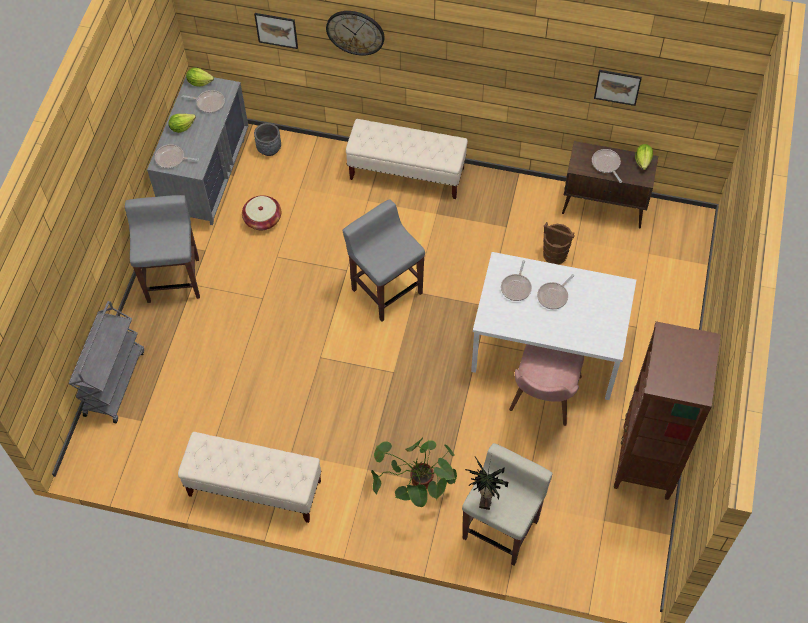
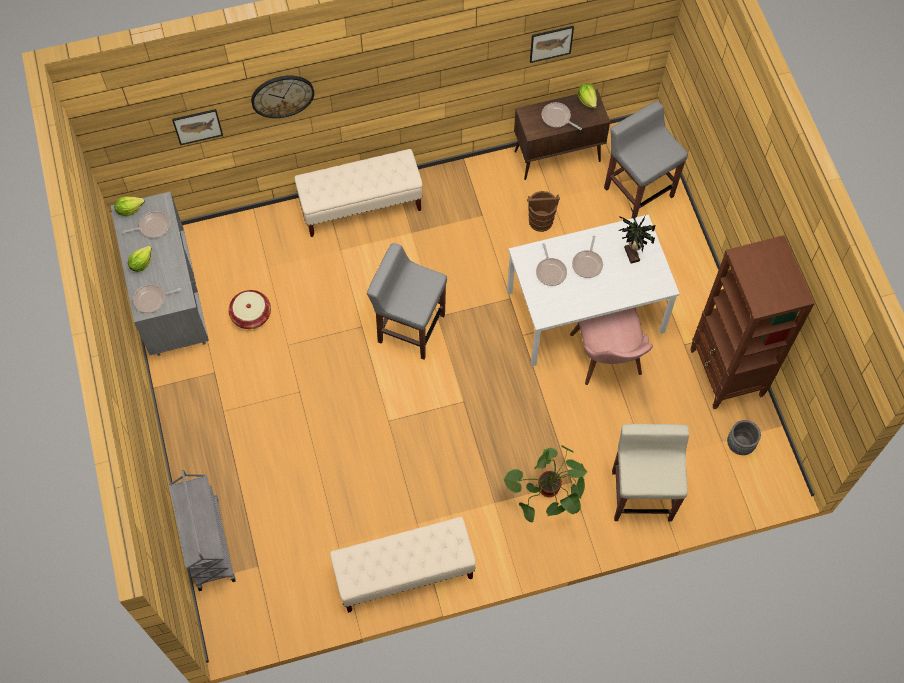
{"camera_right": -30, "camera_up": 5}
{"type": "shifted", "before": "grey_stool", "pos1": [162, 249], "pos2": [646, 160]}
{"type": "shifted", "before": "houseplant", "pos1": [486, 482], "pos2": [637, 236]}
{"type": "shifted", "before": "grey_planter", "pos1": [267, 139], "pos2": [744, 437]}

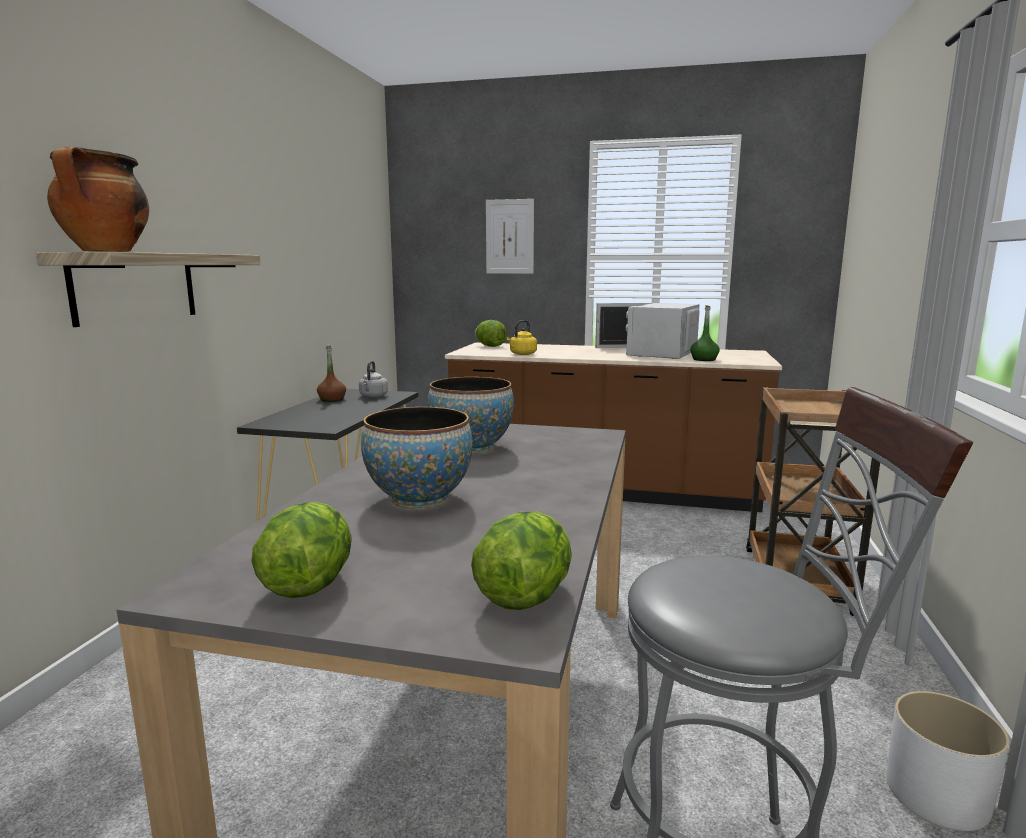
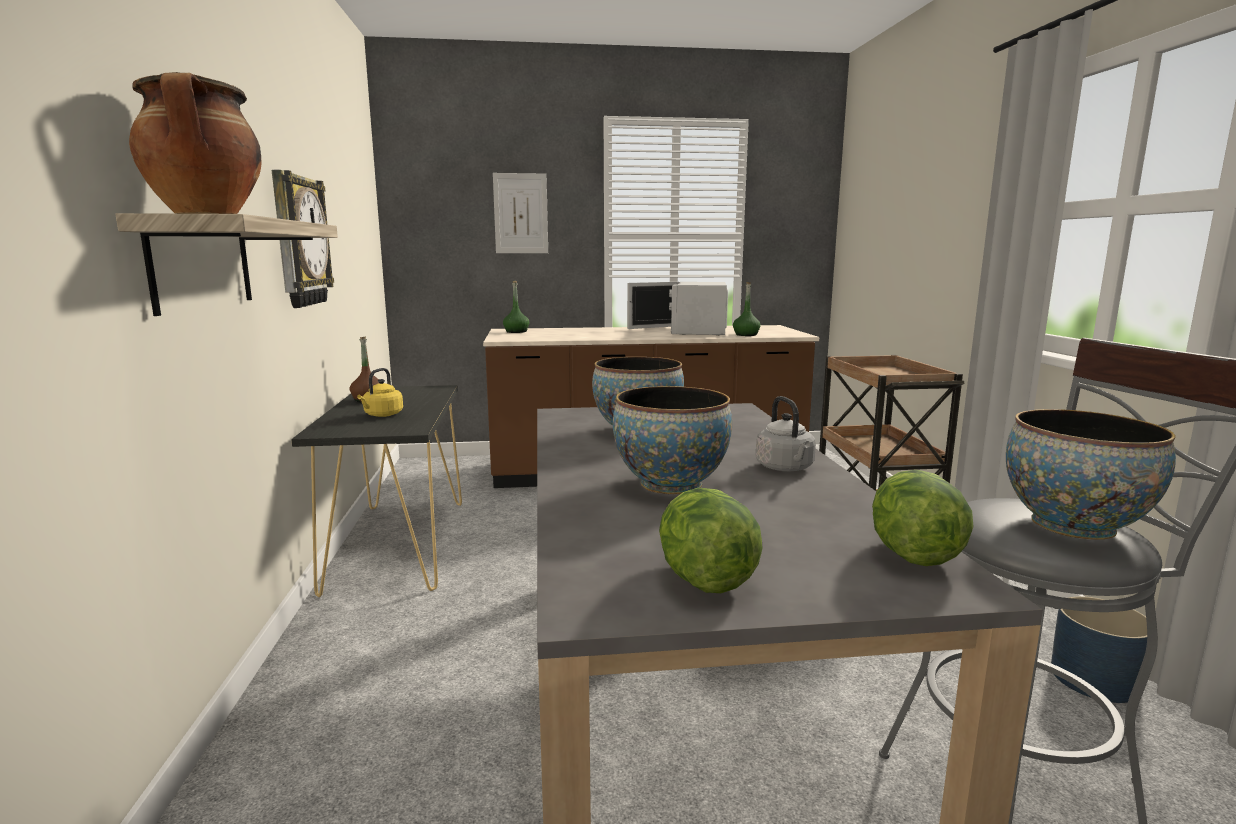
{"camera_right": -20, "camera_up": 0}
{"type": "new", "after": "wall_clock", "pos2": [303, 239]}
{"type": "shifted", "before": "yellowish_tea_kettle", "pos1": [522, 337], "pos2": [380, 392]}
{"type": "swapped", "before": "lettuce", "after": "greenish_bottle", "pos1": [491, 333], "pos2": [516, 307]}
{"type": "shifted", "before": "grey_tea_kettle", "pos1": [373, 379], "pos2": [786, 434]}
{"type": "new", "after": "deep_dish", "pos2": [1091, 474]}
{"type": "repainted", "before": "whitish_planter", "after": "bluish_planter", "pos1": [948, 761], "pos2": [1099, 649]}

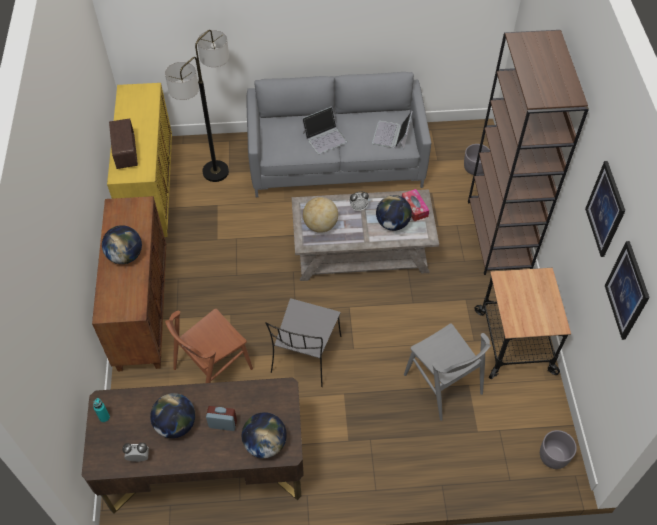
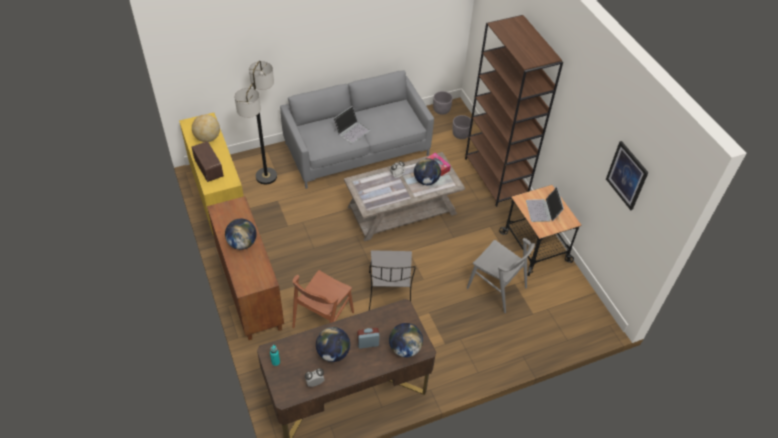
{"camera_right": -20, "camera_up": -5}
{"type": "shifted", "before": "desk_globe", "pos1": [320, 215], "pos2": [206, 128]}
{"type": "shifted", "before": "grey_planter", "pos1": [558, 449], "pos2": [443, 103]}
{"type": "shifted", "before": "portable_computer", "pos1": [392, 130], "pos2": [545, 204]}
{"type": "gone", "before": "wall_art", "pos1": [605, 209]}

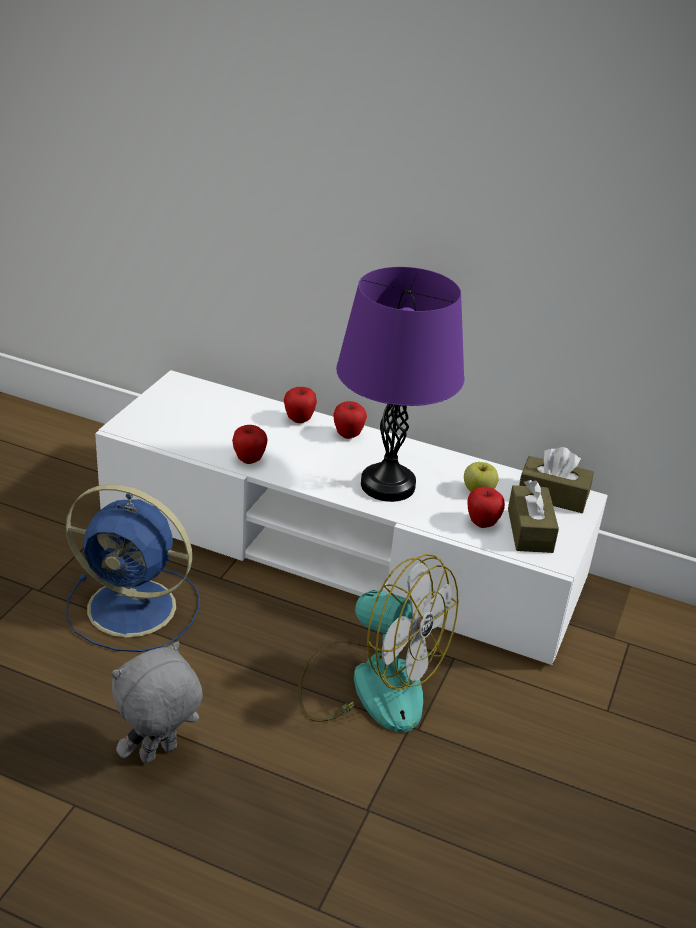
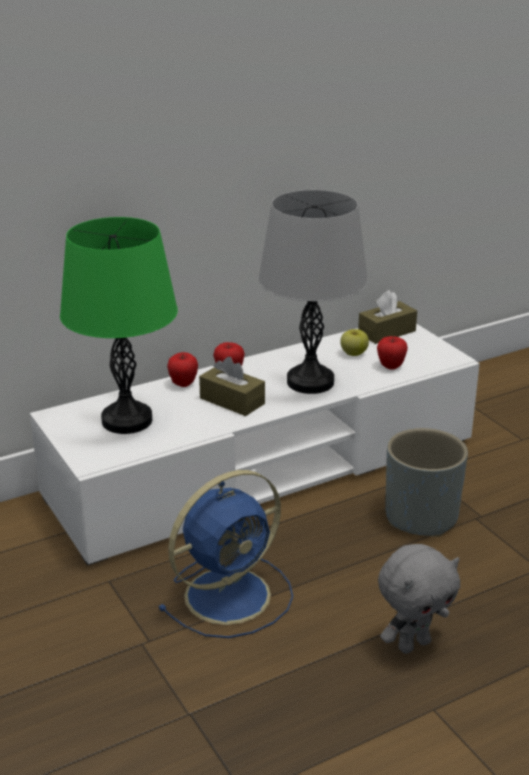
{"camera_right": -50, "camera_up": -5}
{"type": "new", "after": "greenish_tabletop_lamp", "pos2": [119, 325]}
{"type": "shifted", "before": "brown_tissue_holder", "pos1": [533, 516], "pos2": [232, 386]}
{"type": "repainted", "before": "purplish_tabletop_lamp", "after": "grey_tabletop_lamp", "pos1": [400, 384], "pos2": [313, 292]}
{"type": "rotated", "before": "grey_cuddly_toy", "pos1": [157, 702], "pos2": [419, 599], "turn": -120}
{"type": "swapped", "before": "electric_fan", "after": "grey_planter", "pos1": [378, 643], "pos2": [426, 482]}
{"type": "gone", "before": "apple", "pos1": [250, 444]}

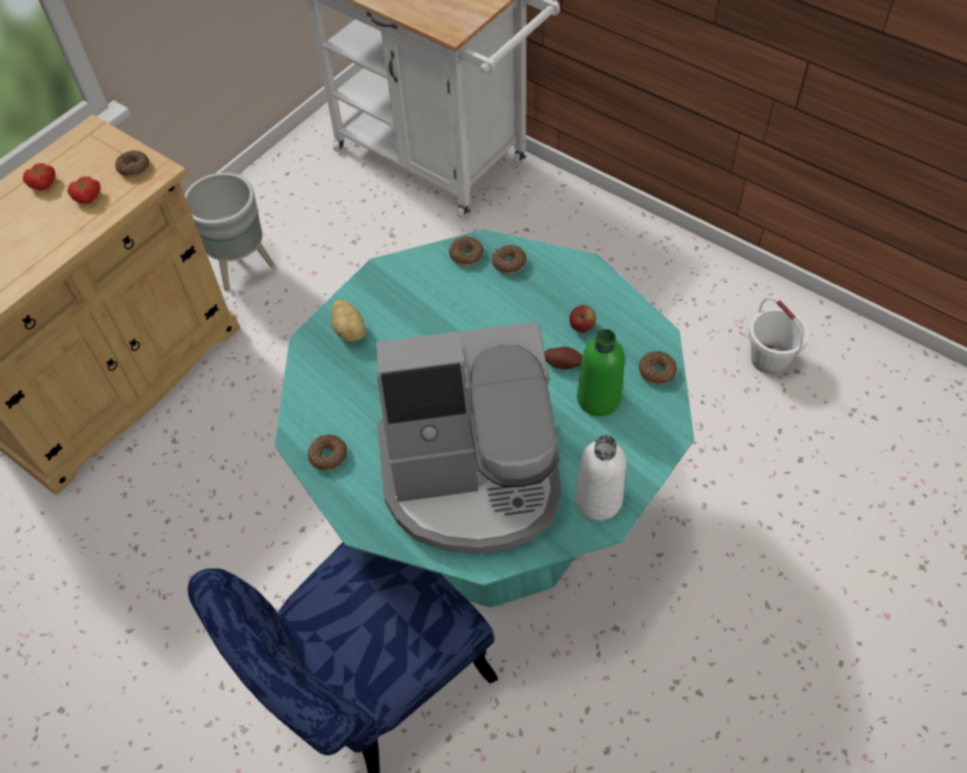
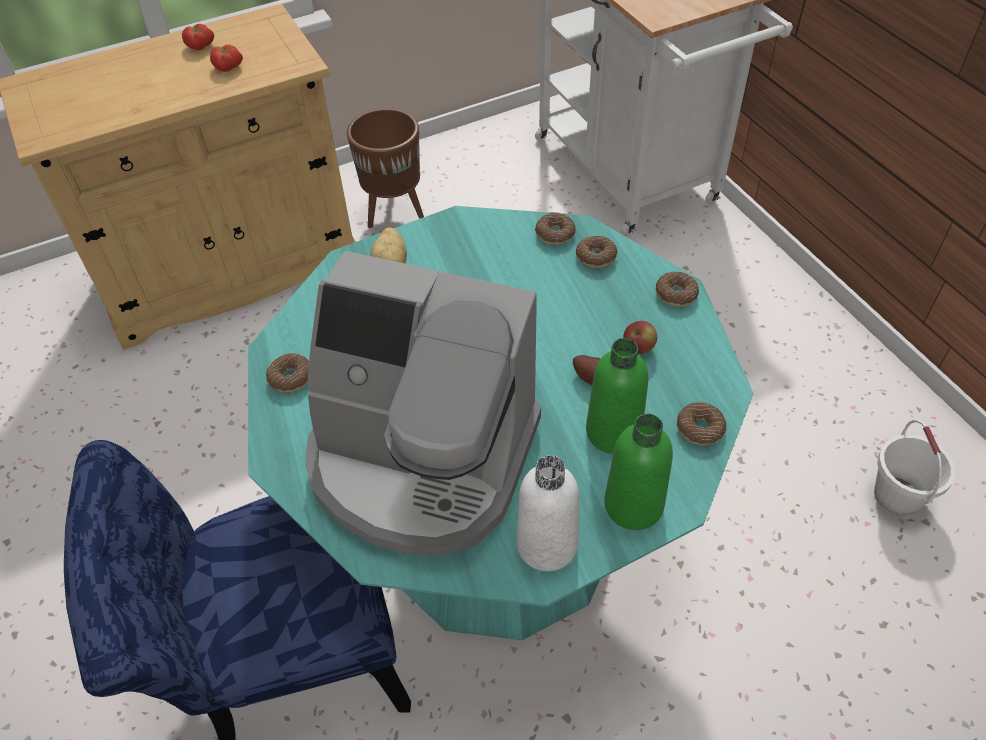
{"camera_right": 25, "camera_up": -5}
{"type": "repainted", "before": "grey_planter", "after": "brown_planter", "pos1": [229, 232], "pos2": [385, 168]}
{"type": "new", "after": "greenish_bottle", "pos2": [638, 472]}
{"type": "shifted", "before": "ring_doughnut", "pos1": [132, 164], "pos2": [677, 289]}

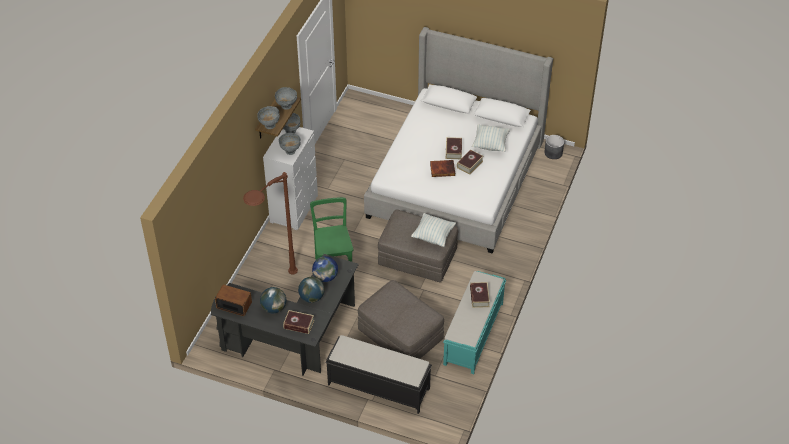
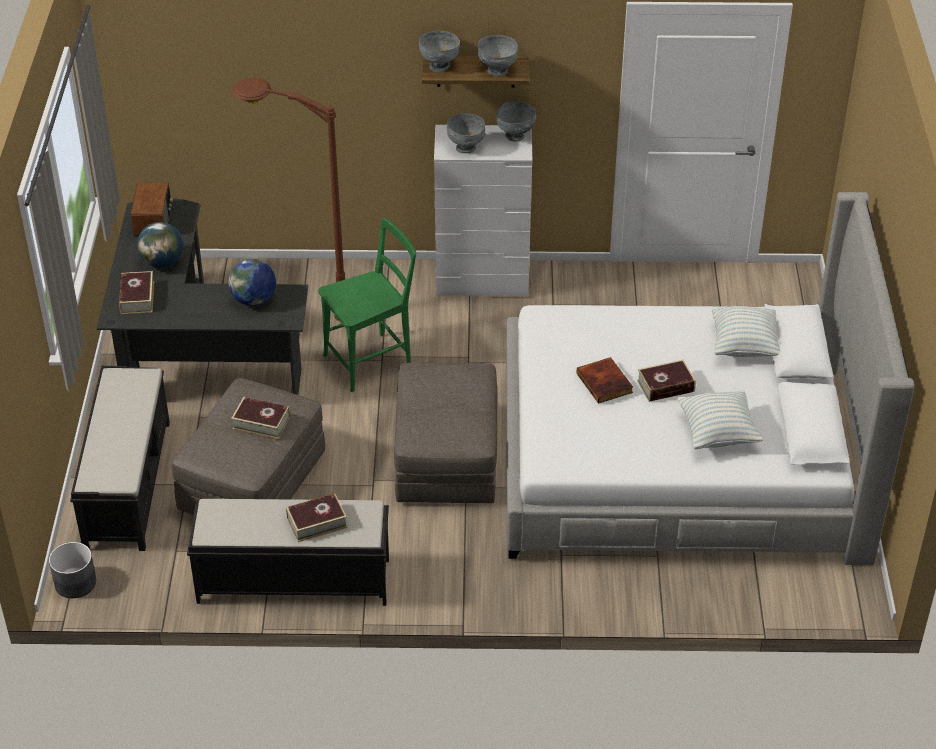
{"camera_right": 70, "camera_up": -5}
{"type": "shifted", "before": "grey_planter", "pos1": [554, 147], "pos2": [72, 570]}
{"type": "repainted", "before": "turquoise_bench", "after": "black-coloured_bench", "pos1": [474, 322], "pos2": [288, 552]}
{"type": "shifted", "before": "bound_book", "pos1": [470, 162], "pos2": [260, 418]}
{"type": "shifted", "before": "pillow", "pos1": [433, 230], "pos2": [745, 331]}
{"type": "gone", "before": "desk_globe", "pos1": [311, 290]}

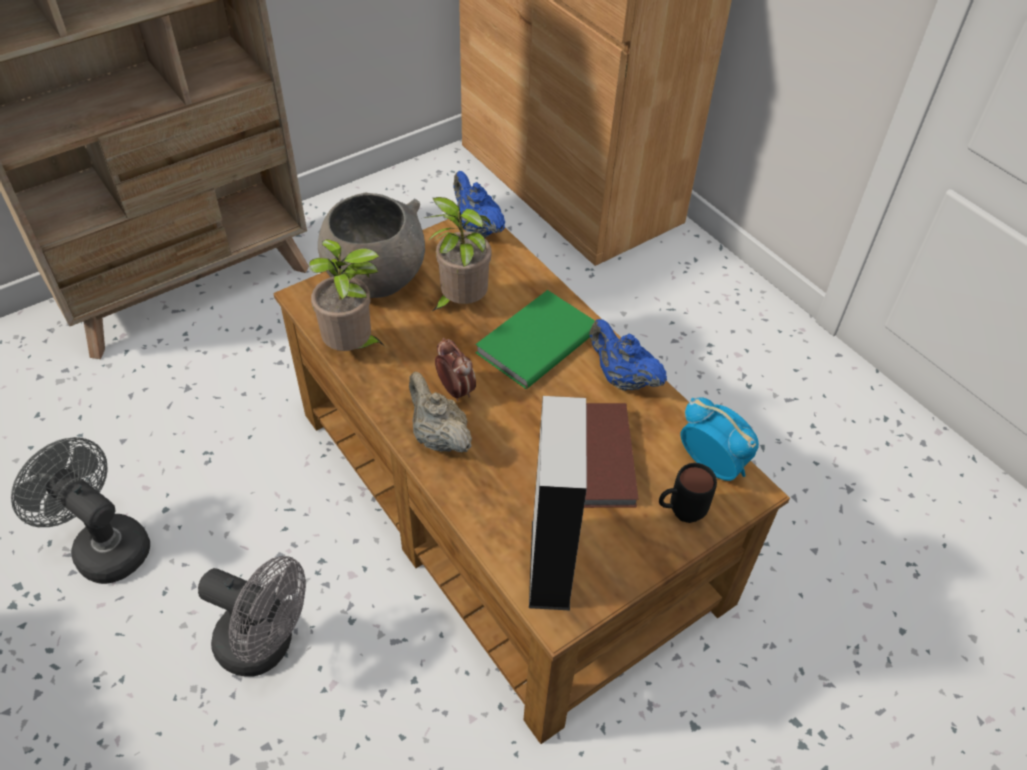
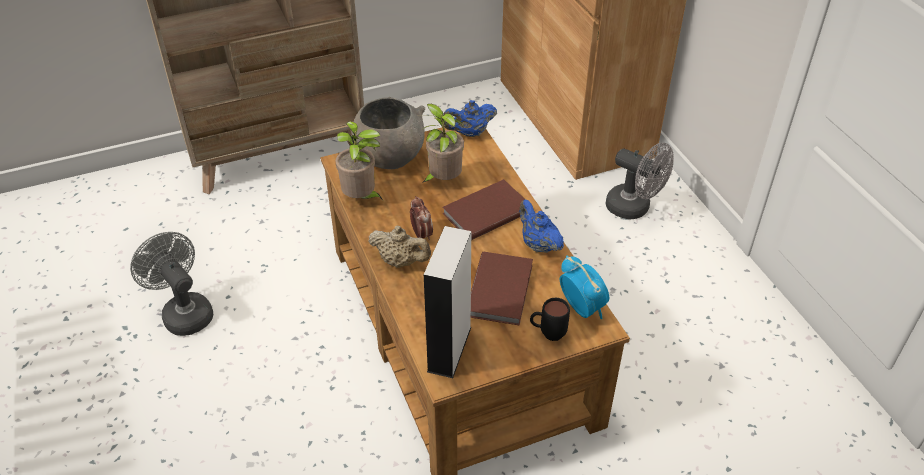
{"camera_right": 15, "camera_up": -5}
{"type": "rotated", "before": "sand-coloured_pot_for_tea", "pos1": [440, 412], "pos2": [399, 247], "turn": 135}
{"type": "repainted", "before": "greenish_bound_book", "after": "brown_bound_book", "pos1": [535, 339], "pos2": [484, 209]}
{"type": "rotated", "before": "bluish_pot_for_tea", "pos1": [479, 204], "pos2": [470, 118], "turn": -90}
{"type": "shifted", "before": "grey_electric_fan", "pos1": [252, 616], "pos2": [640, 181]}

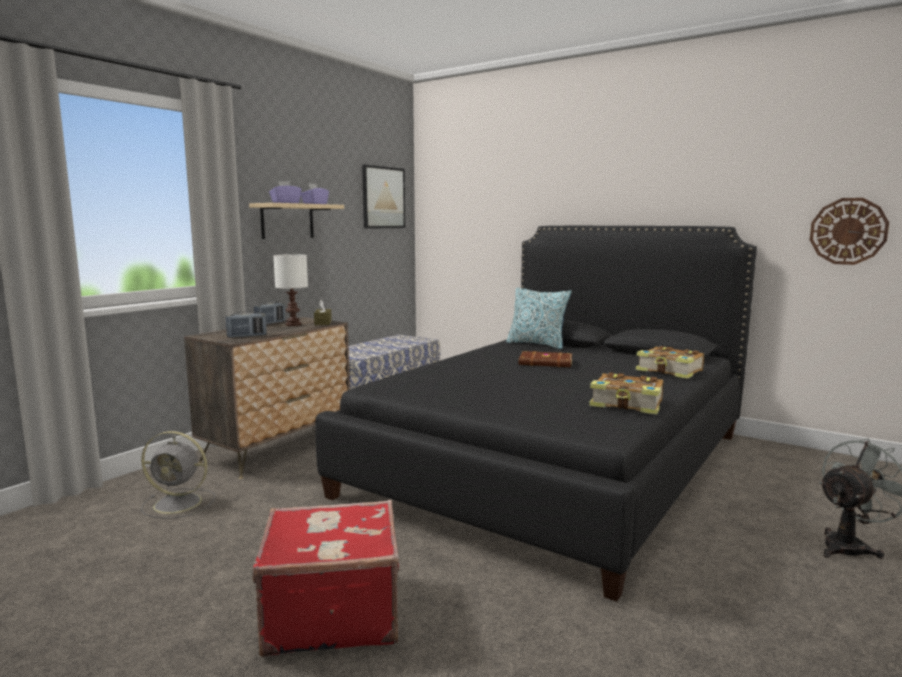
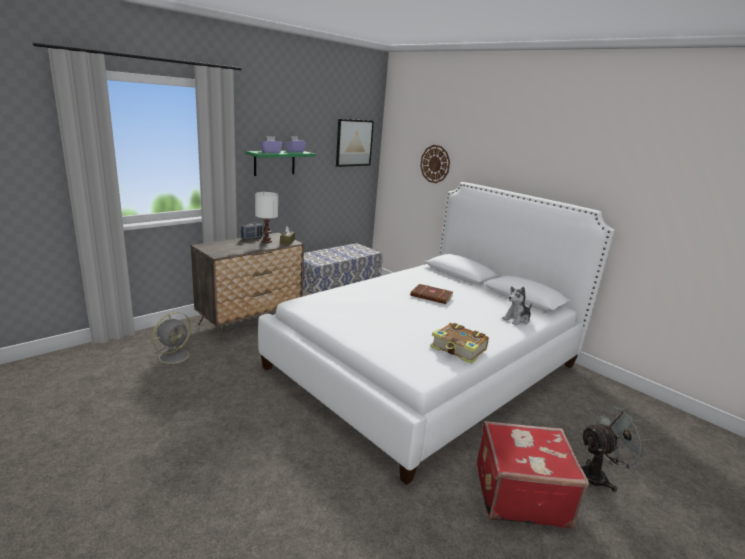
{"camera_right": 10, "camera_up": 10}
{"type": "rotated", "before": "grey_electric_fan", "pos1": [178, 475], "pos2": [173, 339], "turn": -75}
{"type": "repainted", "before": "sand-coloured_bracket_shelf", "after": "greenish_bracket_shelf", "pos1": [296, 221], "pos2": [281, 163]}
{"type": "repainted", "before": "black-coloured_bedroom_bed", "after": "whitish_bedroom_bed", "pos1": [536, 414], "pos2": [436, 333]}
{"type": "shifted", "before": "wall_clock", "pos1": [849, 231], "pos2": [435, 164]}
{"type": "shifted", "before": "reddish_piece_of_luggage", "pos1": [326, 578], "pos2": [533, 474]}
{"type": "swapped", "before": "bound_book", "after": "cuddly_toy", "pos1": [670, 362], "pos2": [517, 305]}
{"type": "gone", "before": "radio_receiver", "pos1": [246, 324]}
{"type": "gone", "before": "pillow", "pos1": [539, 318]}

